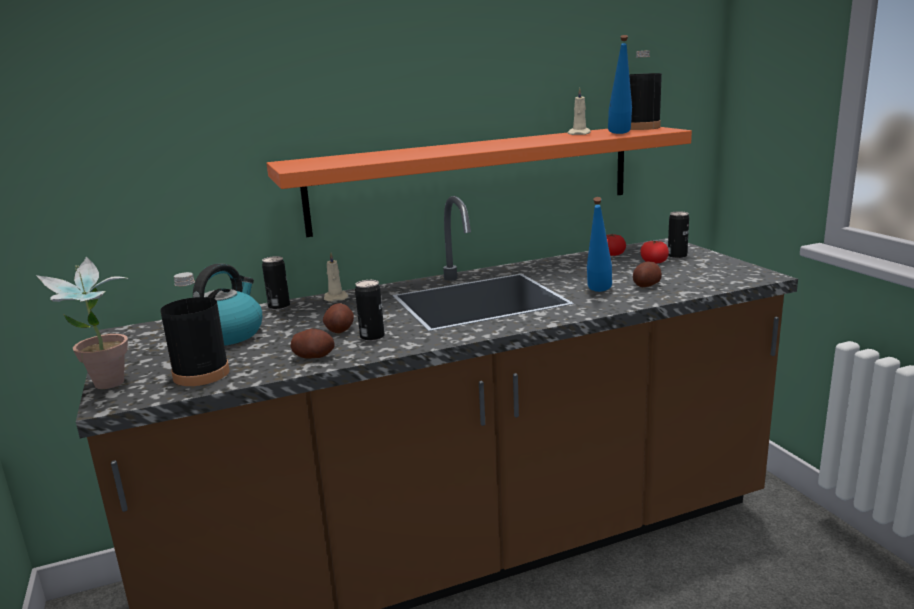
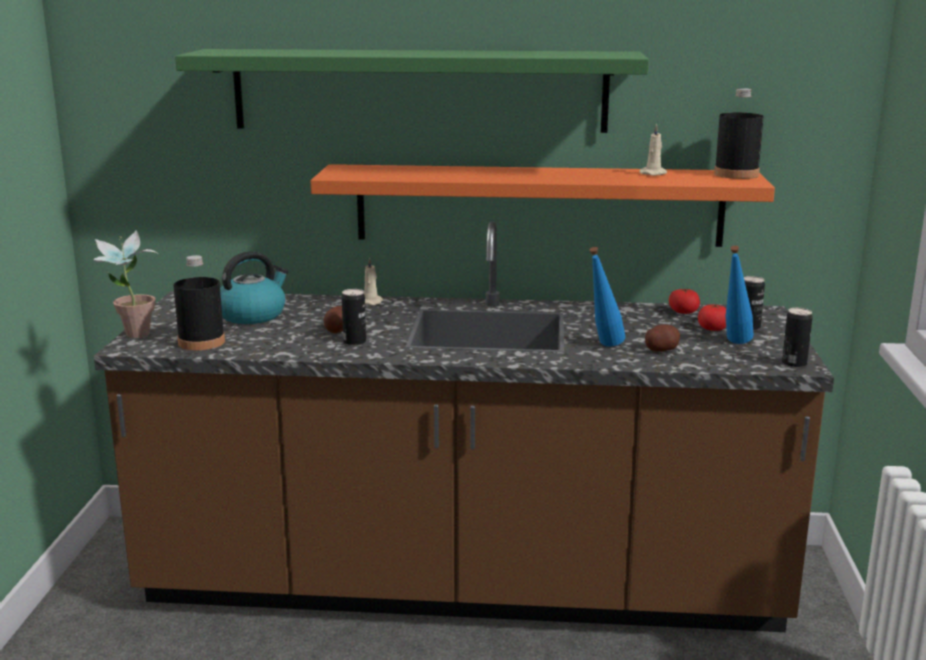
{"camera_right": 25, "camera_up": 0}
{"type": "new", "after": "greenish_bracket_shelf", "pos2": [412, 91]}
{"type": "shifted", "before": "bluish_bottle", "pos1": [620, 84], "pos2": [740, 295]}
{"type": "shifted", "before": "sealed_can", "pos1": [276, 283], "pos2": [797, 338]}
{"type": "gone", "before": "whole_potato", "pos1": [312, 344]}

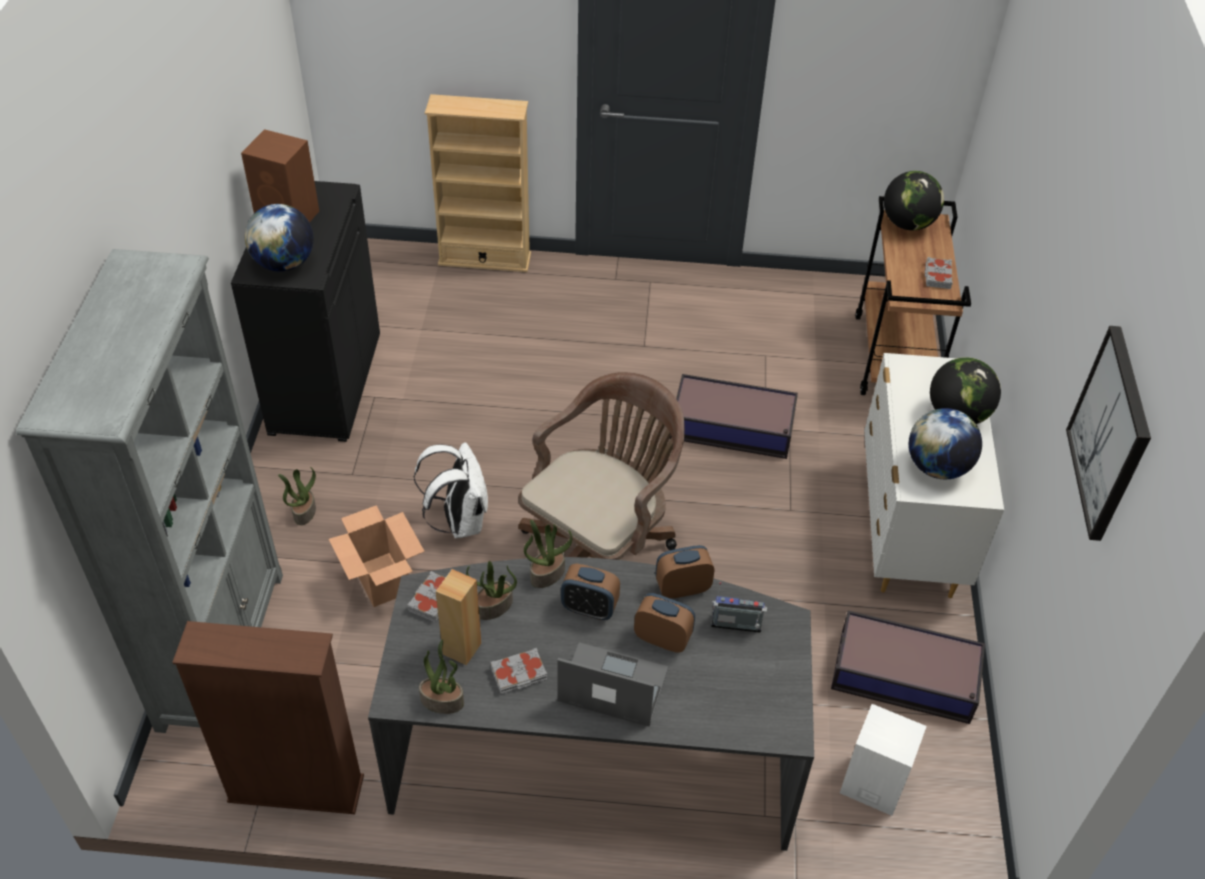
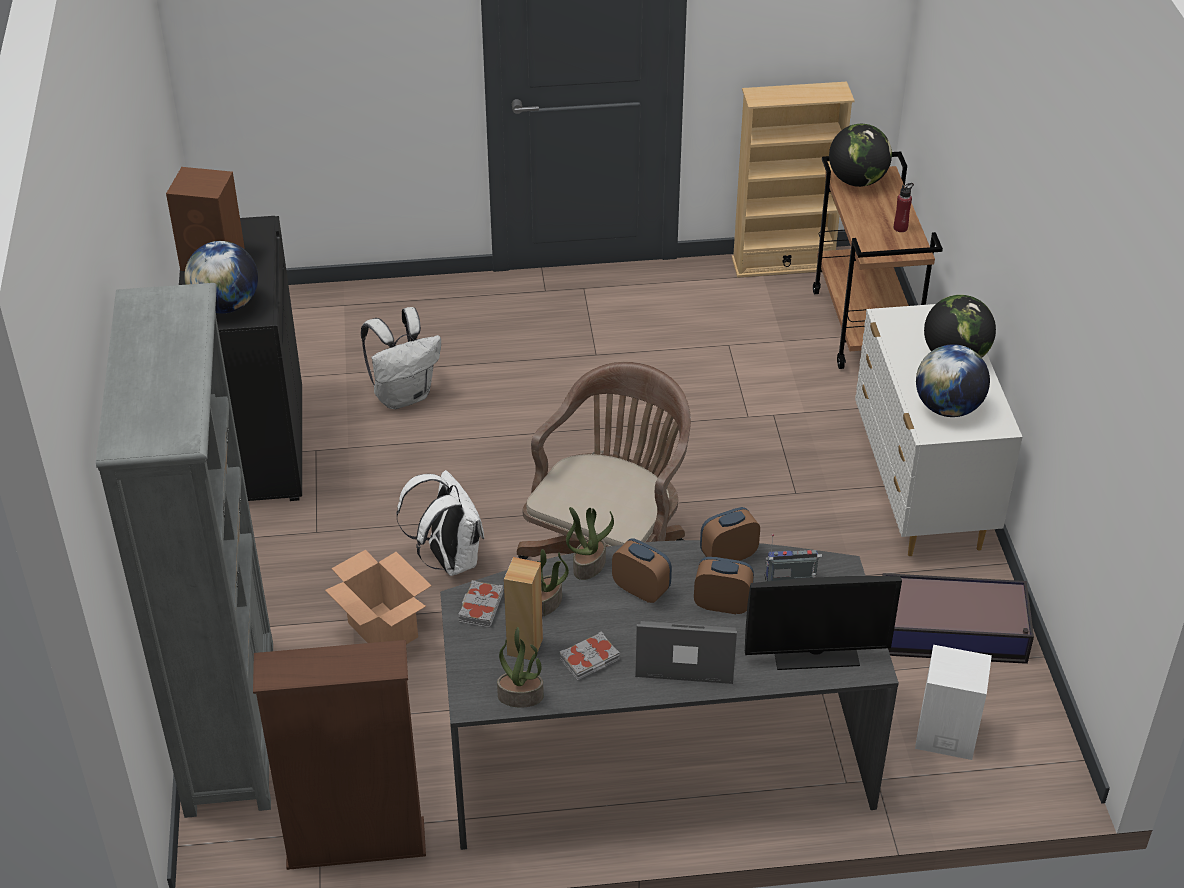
{"camera_right": -10, "camera_up": -5}
{"type": "new", "after": "whitish_rucksack", "pos2": [401, 358]}
{"type": "rotated", "before": "table_clock", "pos1": [590, 592], "pos2": [642, 570], "turn": -150}
{"type": "shifted", "before": "sand-coloured_shelving_unit", "pos1": [478, 183], "pos2": [793, 180]}
{"type": "new", "after": "monitor", "pos2": [823, 623]}
{"type": "swapped", "before": "grey_bound_book", "after": "reddish_bottle", "pos1": [939, 273], "pos2": [904, 207]}
{"type": "gone", "before": "houseplant", "pos1": [297, 496]}
{"type": "gone", "before": "storage_container", "pos1": [734, 416]}
{"type": "gone", "before": "wall_art", "pos1": [1108, 433]}

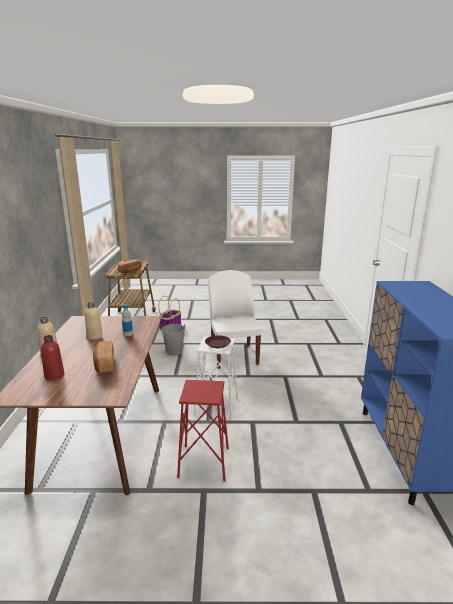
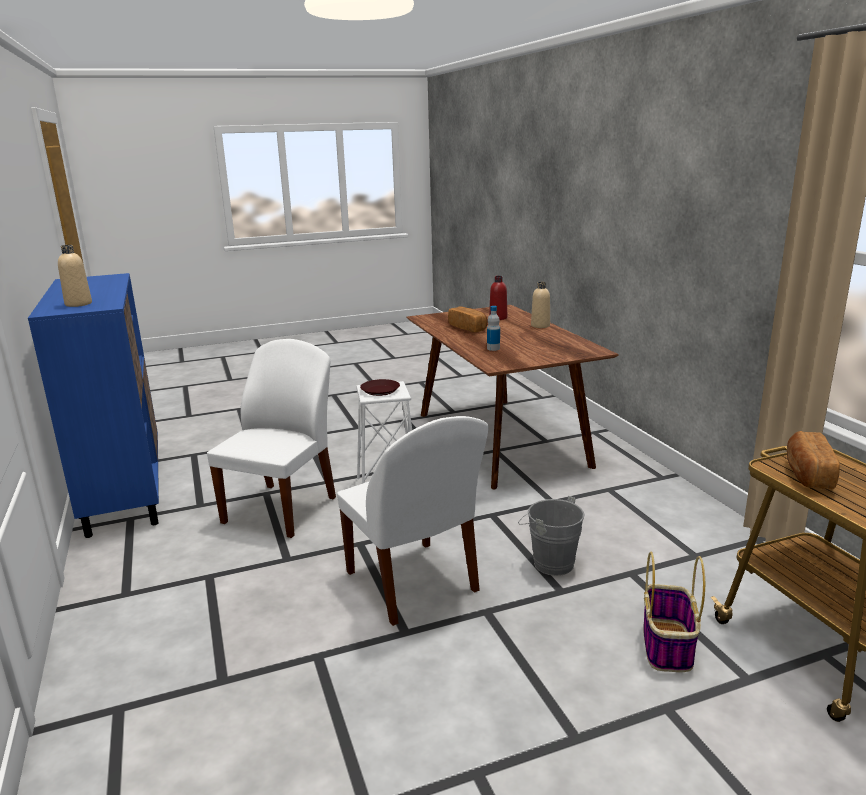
{"camera_right": 160, "camera_up": 0}
{"type": "shifted", "before": "sand-coloured_bottle", "pos1": [94, 320], "pos2": [75, 276]}
{"type": "new", "after": "whitish_plain_chair", "pos2": [271, 438]}
{"type": "gone", "before": "reddish_stool", "pos1": [203, 431]}

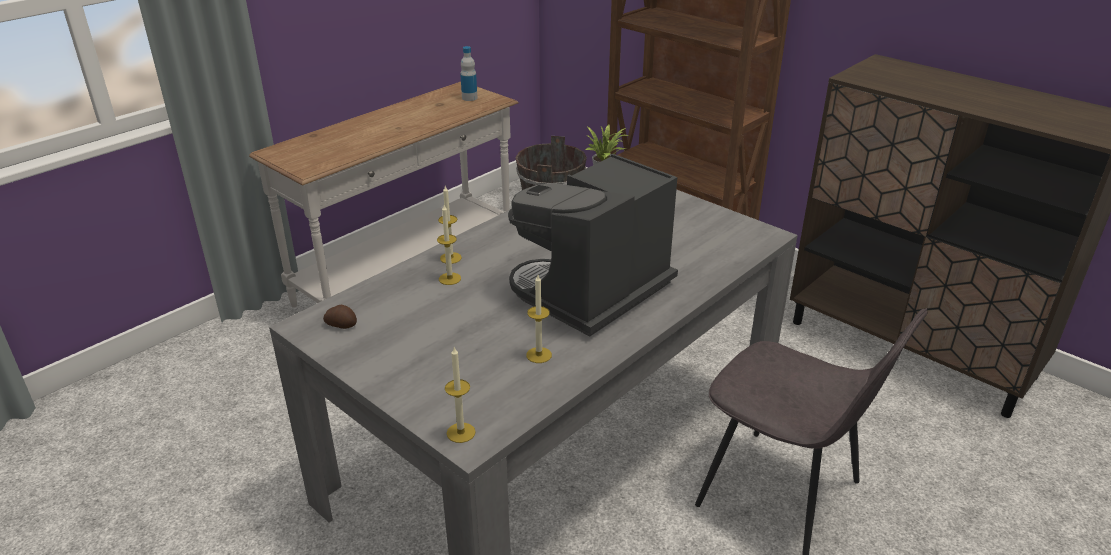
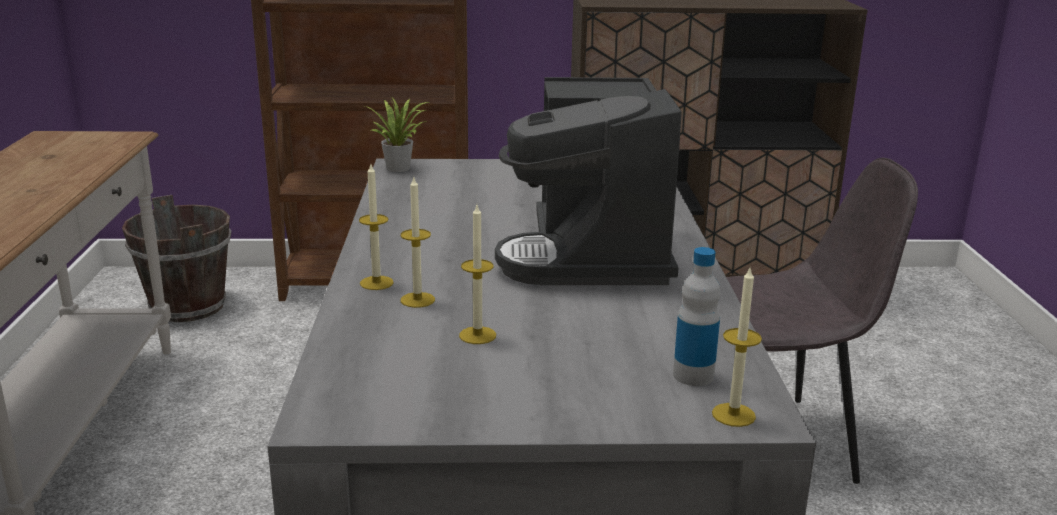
{"camera_right": -45, "camera_up": -10}
{"type": "shifted", "before": "wax_candle", "pos1": [539, 319], "pos2": [477, 274]}
{"type": "shifted", "before": "bottle", "pos1": [468, 73], "pos2": [696, 316]}
{"type": "gone", "before": "whole_potato", "pos1": [340, 317]}

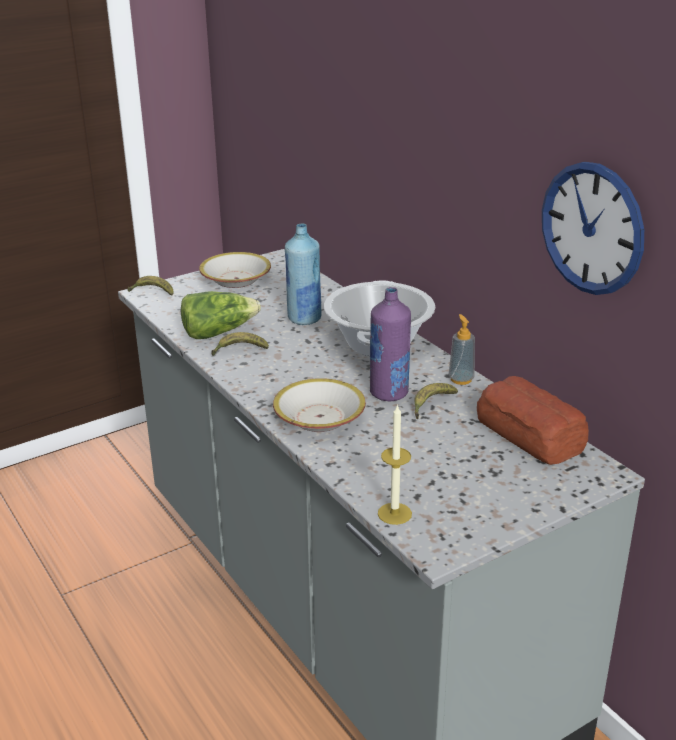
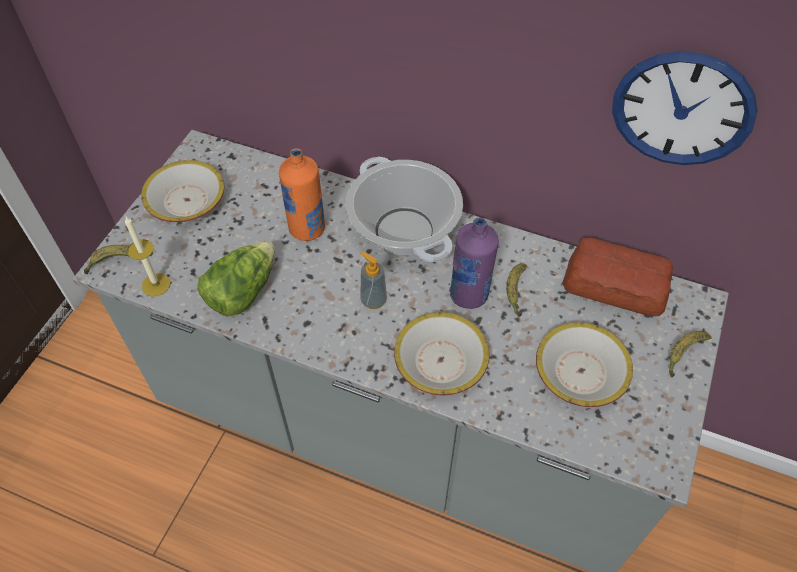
{"camera_right": -35, "camera_up": 25}
{"type": "shifted", "before": "wax_candle", "pos1": [395, 464], "pos2": [148, 256]}
{"type": "repainted", "before": "bluish_bottle", "after": "orange_bottle", "pos1": [303, 274], "pos2": [302, 195]}
{"type": "shifted", "before": "soap_bottle", "pos1": [462, 349], "pos2": [373, 280]}
{"type": "new", "after": "deep_dish", "pos2": [584, 364]}
{"type": "shifted", "before": "whole_banana", "pos1": [240, 344], "pos2": [690, 354]}

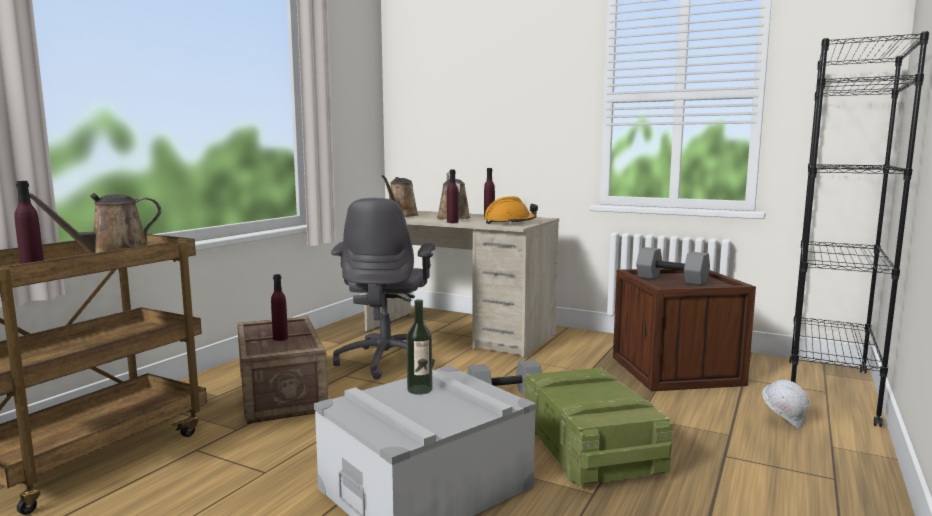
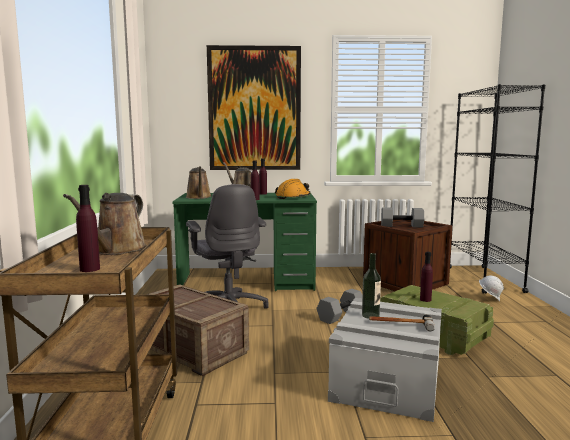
{"camera_right": -30, "camera_up": 0}
{"type": "repainted", "before": "sand-coloured_desk_table", "after": "greenish_desk_table", "pos1": [461, 284], "pos2": [244, 242]}
{"type": "new", "after": "wall_art", "pos2": [254, 107]}
{"type": "new", "after": "hammer", "pos2": [402, 322]}
{"type": "shifted", "before": "purplish_bottle", "pos1": [279, 307], "pos2": [426, 277]}

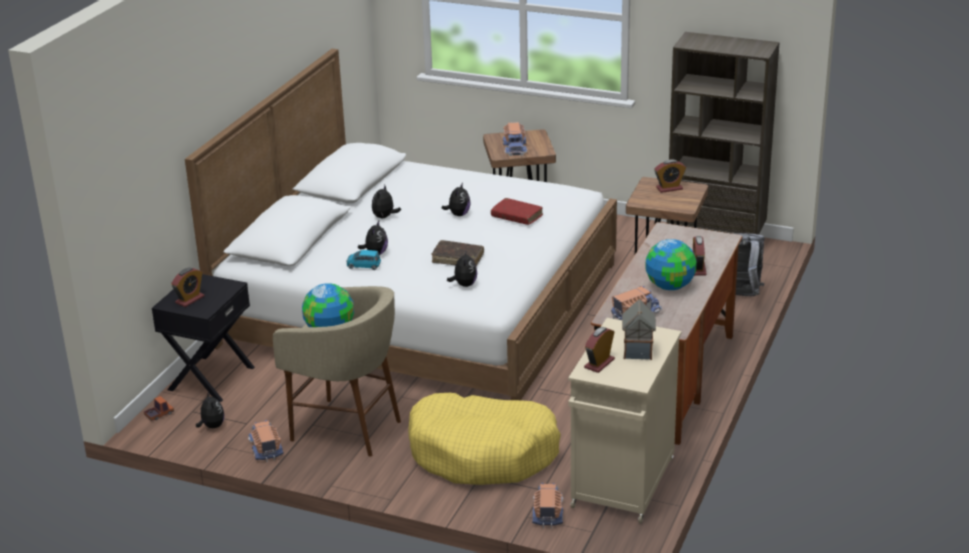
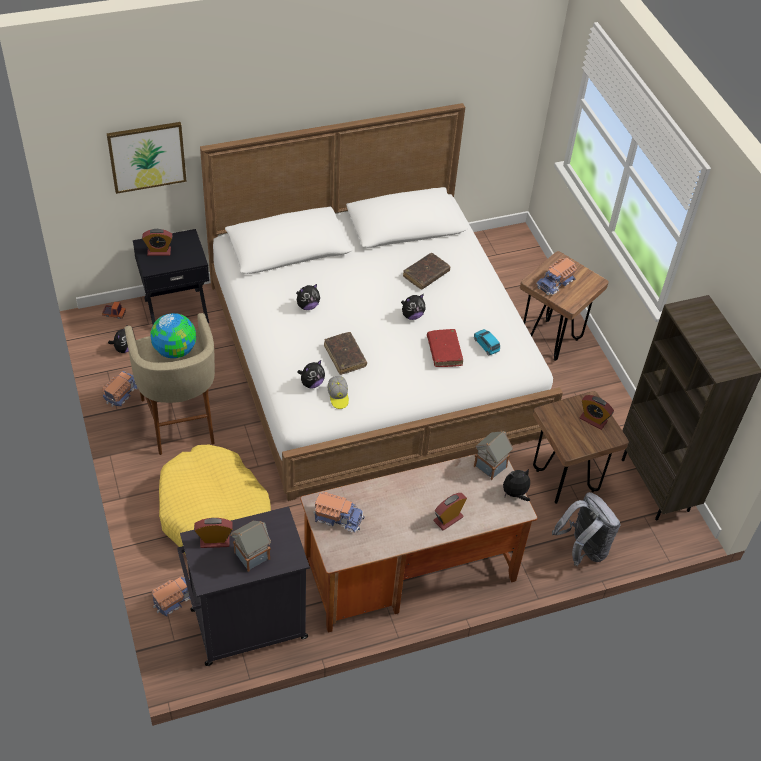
{"camera_right": 45, "camera_up": 20}
{"type": "new", "after": "wall_art", "pos2": [147, 158]}
{"type": "repainted", "before": "sand-coloured_storage_cabinet", "after": "black-coloured_storage_cabinet", "pos1": [625, 421], "pos2": [243, 586]}
{"type": "new", "after": "baseball_cap", "pos2": [338, 392]}
{"type": "new", "after": "brown_bound_book", "pos2": [427, 271]}
{"type": "new", "after": "toy_house", "pos2": [493, 455]}
{"type": "shifted", "before": "bluish_toy_car", "pos1": [363, 260], "pos2": [487, 342]}
{"type": "shifted", "before": "cuddly_toy", "pos1": [386, 201], "pos2": [516, 485]}
{"type": "gone", "before": "desk_globe", "pos1": [671, 264]}

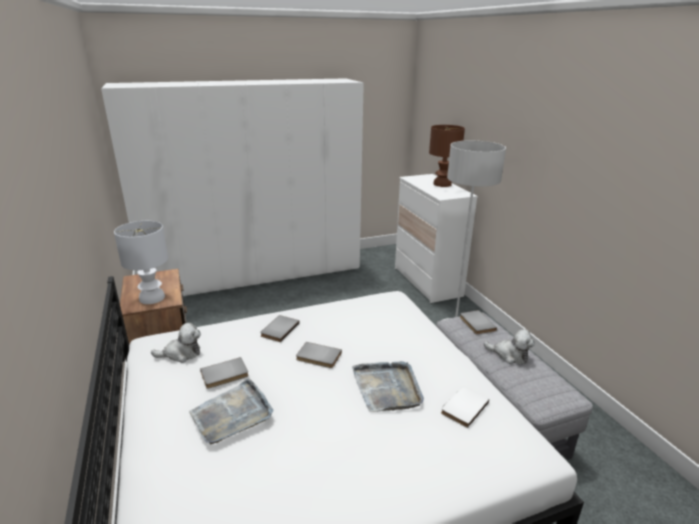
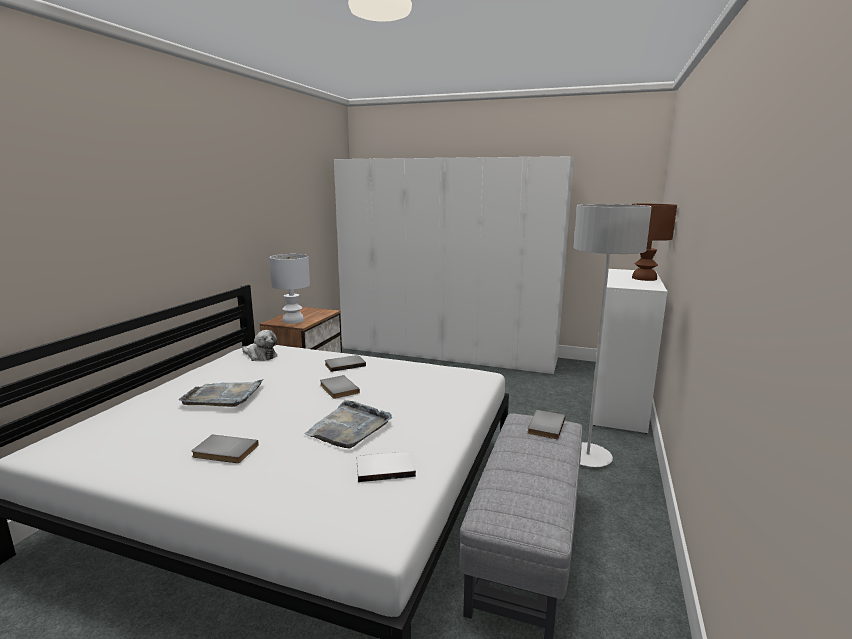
{"camera_right": 40, "camera_up": -10}
{"type": "shifted", "before": "grey_bound_book", "pos1": [224, 373], "pos2": [225, 448]}
{"type": "gone", "before": "cuddly_toy", "pos1": [509, 346]}

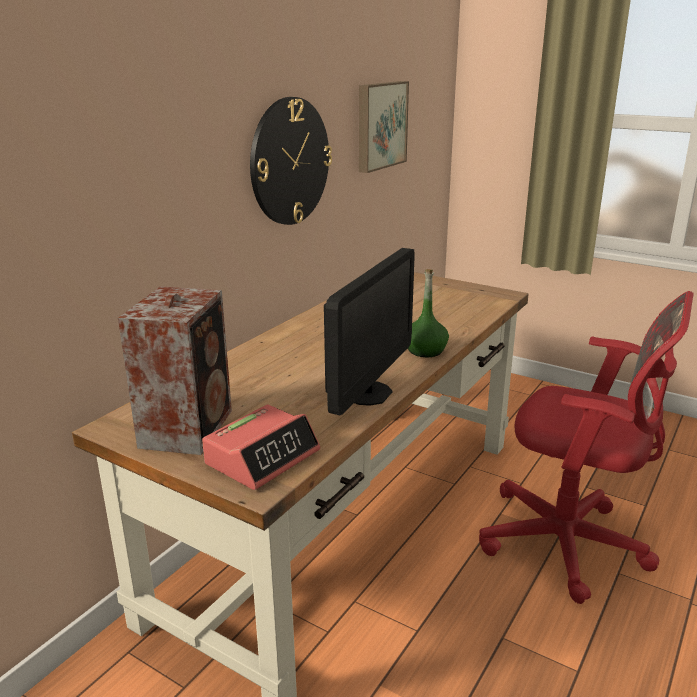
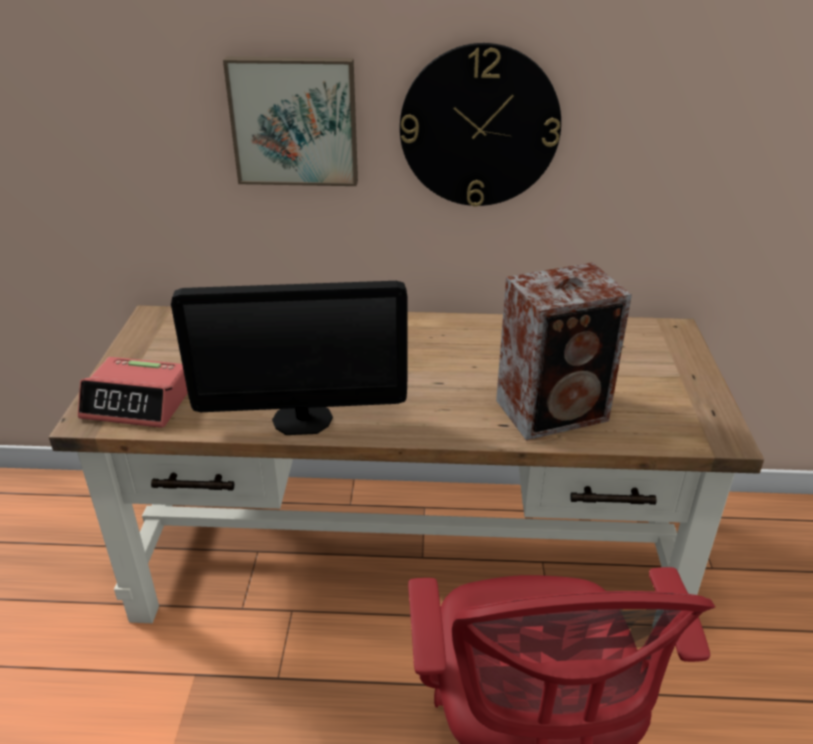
{"camera_right": 60, "camera_up": 10}
{"type": "shifted", "before": "wall_art", "pos1": [384, 127], "pos2": [290, 121]}
{"type": "shifted", "before": "loudspeaker", "pos1": [175, 370], "pos2": [564, 351]}
{"type": "gone", "before": "greenish_bottle", "pos1": [428, 313]}

